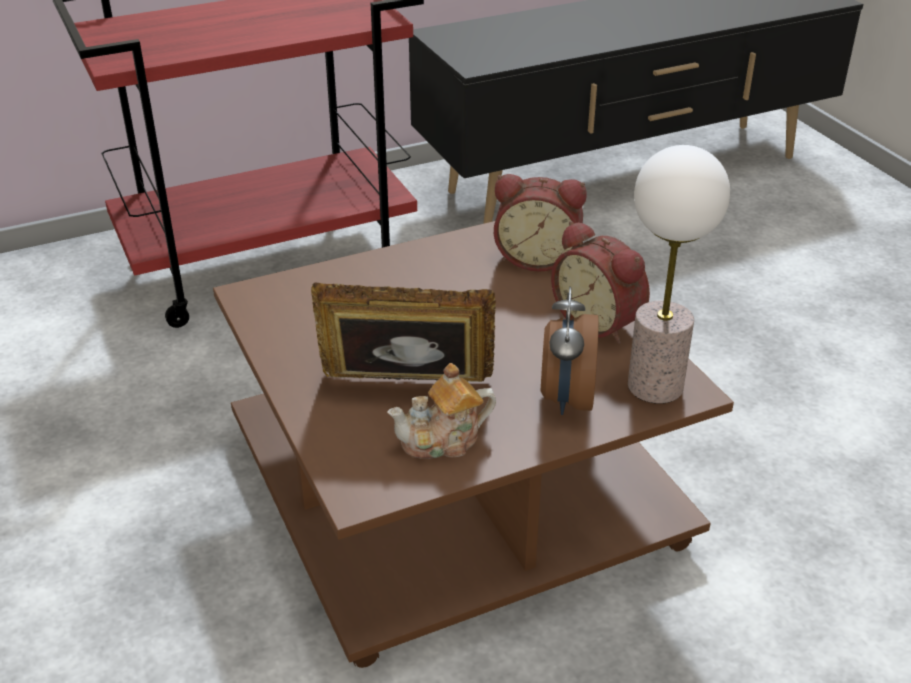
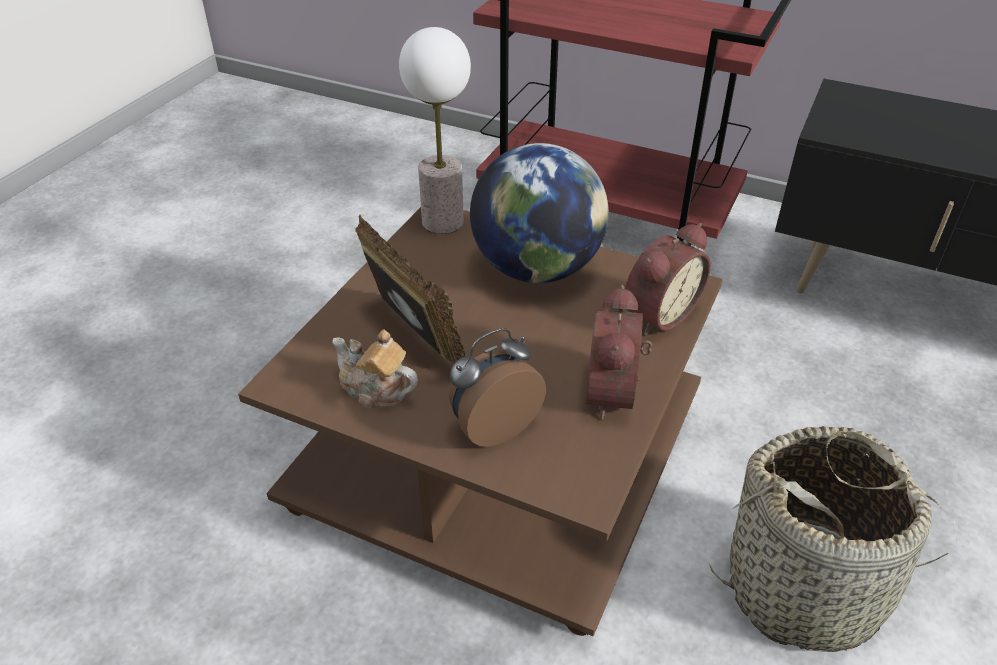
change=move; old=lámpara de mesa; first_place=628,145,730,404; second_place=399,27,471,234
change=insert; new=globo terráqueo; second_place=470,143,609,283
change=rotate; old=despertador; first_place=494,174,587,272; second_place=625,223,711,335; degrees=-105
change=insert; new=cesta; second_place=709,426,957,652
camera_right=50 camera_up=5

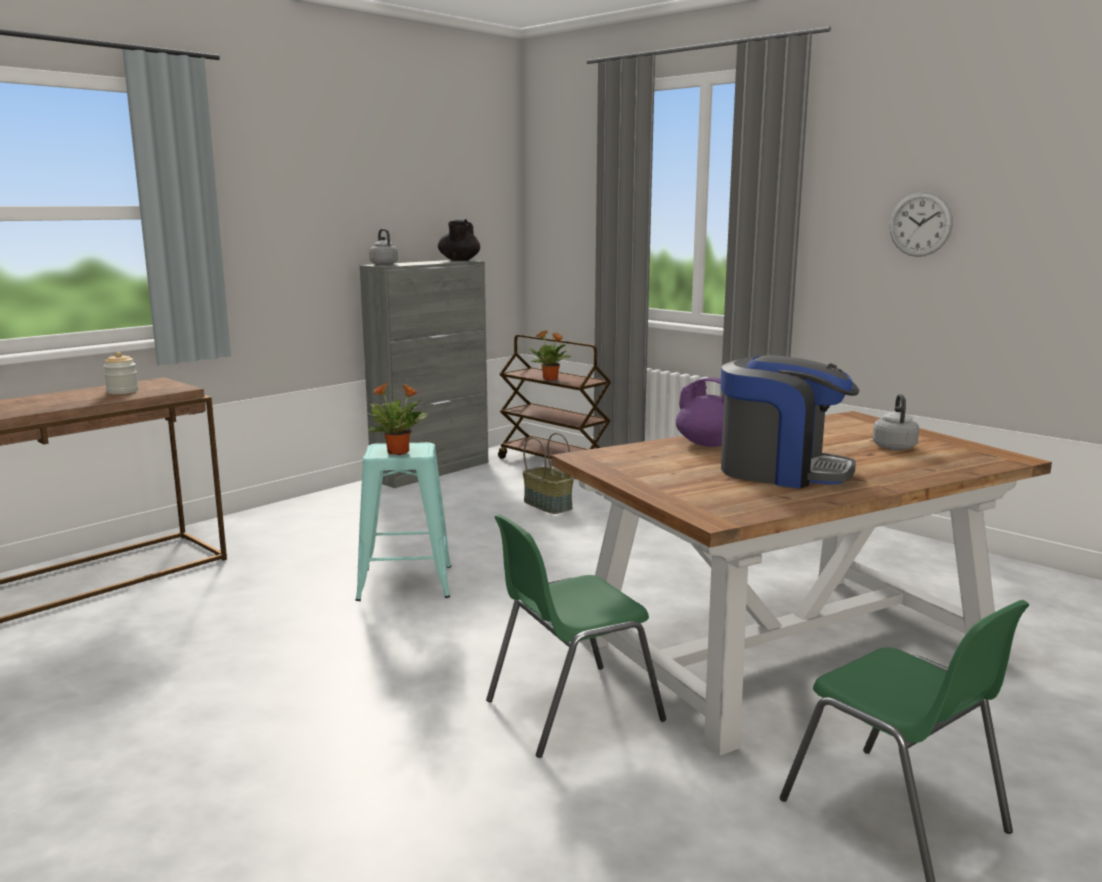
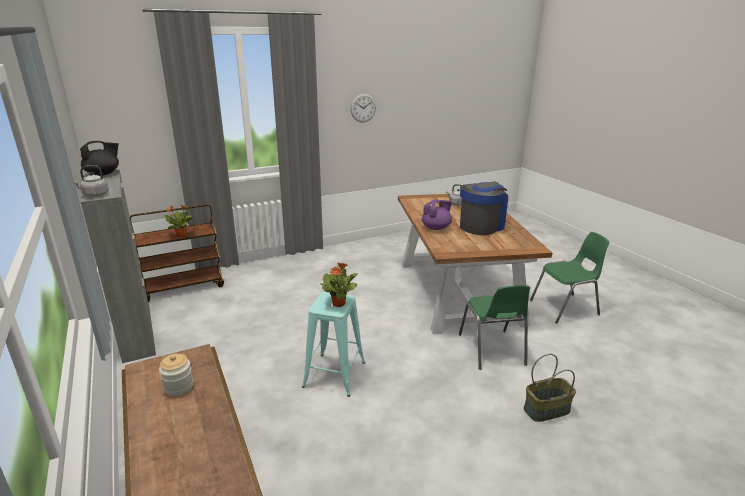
change=rotate; old=tetera/negro; first_place=438,218,480,261; second_place=80,141,119,176; degrees=-60
change=move; old=cesta; first_place=523,433,574,514; second_place=524,354,576,422
camera_right=-70 camera_up=10

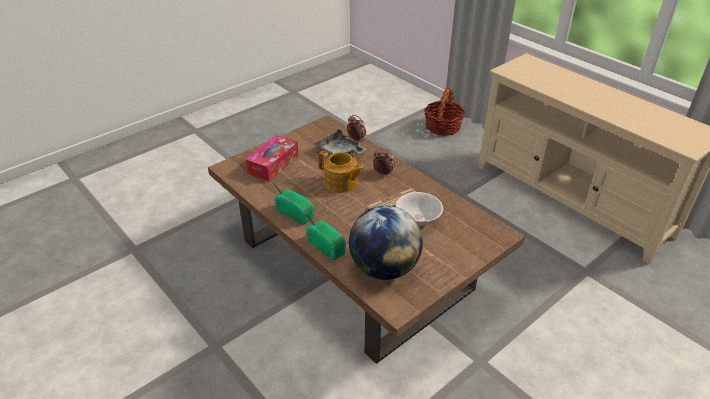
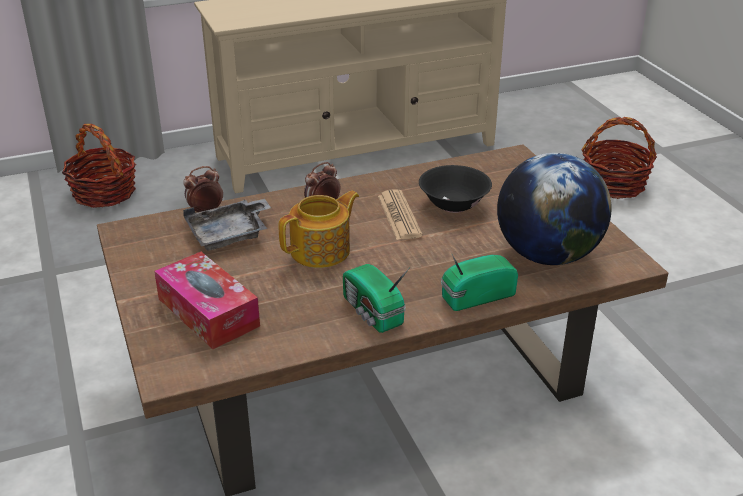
change=rotate; old=radio; first_place=269,177,314,225; second_place=343,264,410,333; degrees=-90
change=recolor; old=cuenco/blanco; new=cuenco/negro; first_place=396,192,443,226; second_place=419,165,492,213
change=insert; new=cesta; second_place=582,117,657,199
camera_right=-70 camera_up=-5

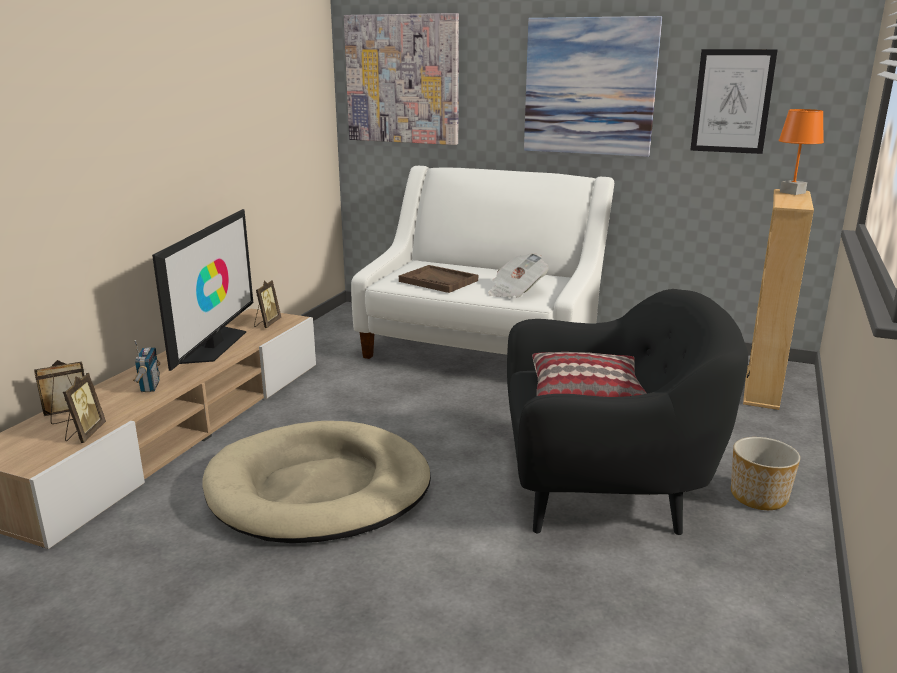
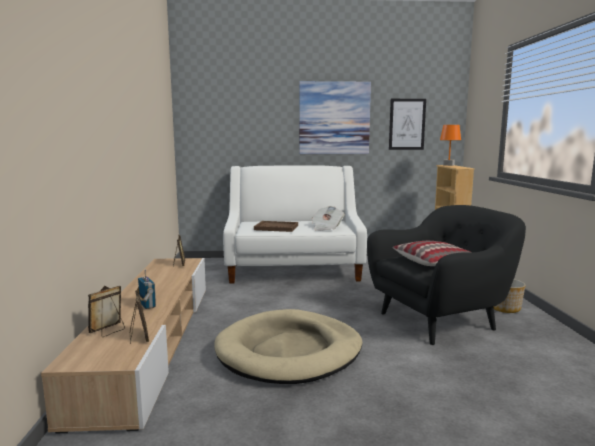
change=delete; old=televisor; first_place=152,209,253,371
change=delete; old=cuadro; first_place=344,13,459,145
camera_right=-25 camera_up=-10

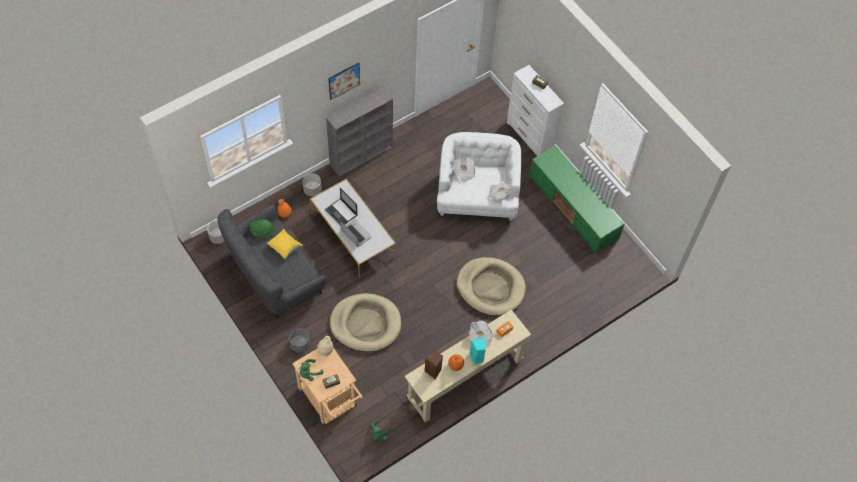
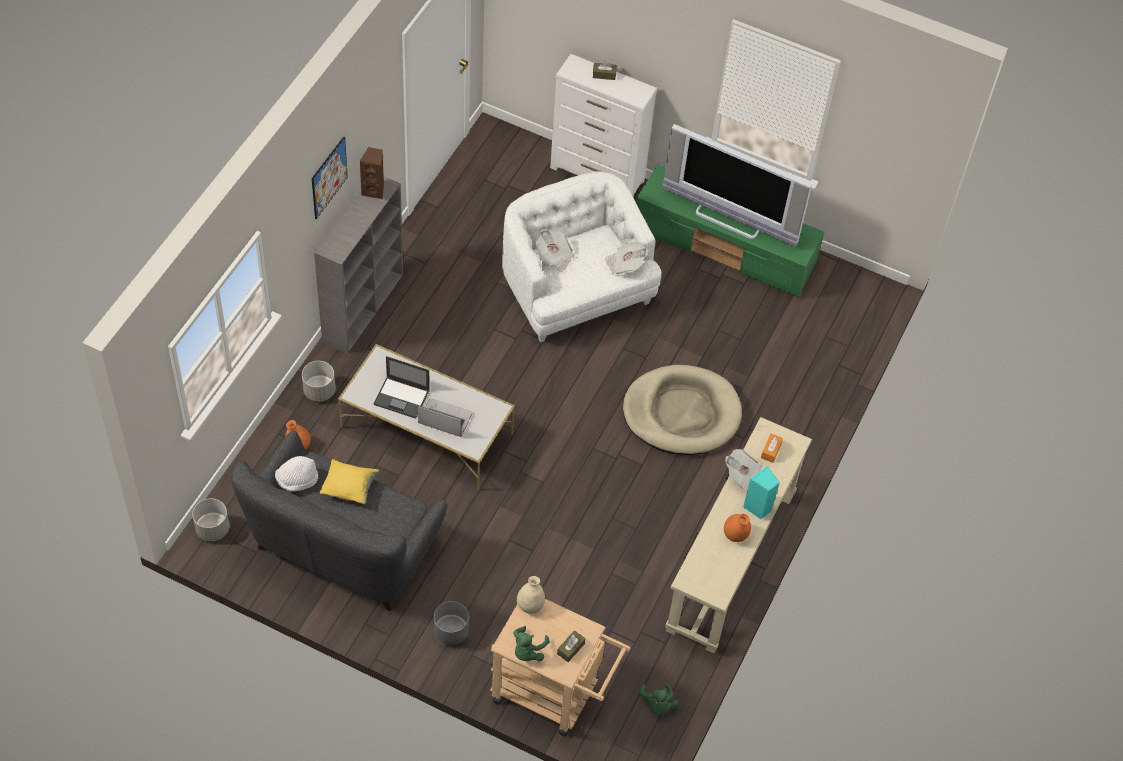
change=recolor; old=sombrero/verde; new=sombrero/blanco; first_place=250,219,275,238; second_place=275,456,318,492
change=move; old=altavoz/marrón; first_place=425,351,443,379; second_place=360,147,384,199
change=insert; new=televisor; second_place=662,124,812,246
change=delete; old=cama para perro/beis; first_place=330,293,401,352
camera_right=-30 camera_up=-5

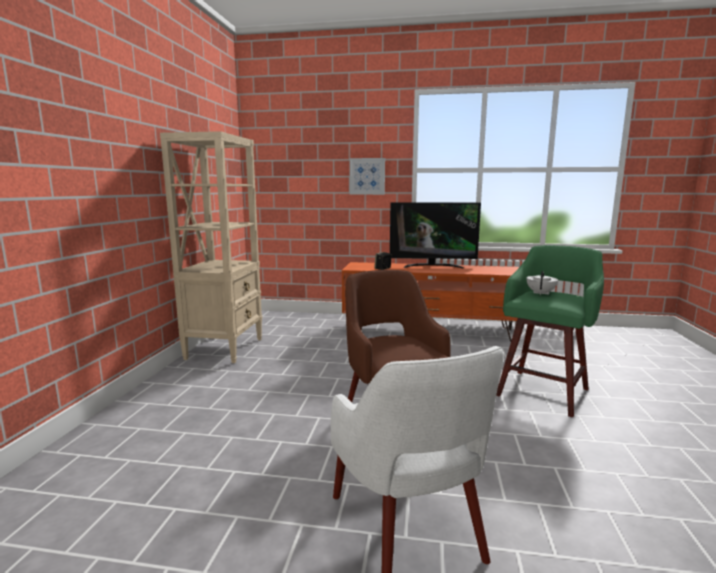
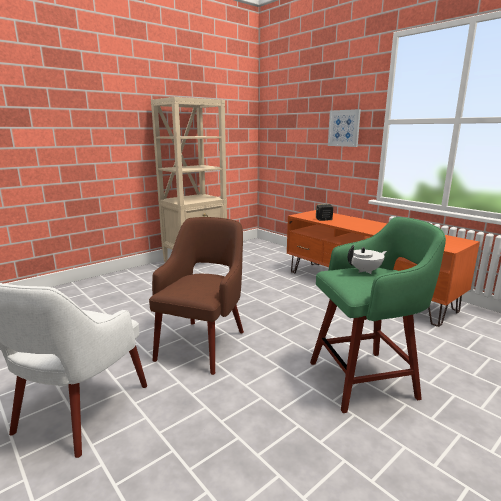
change=delete; old=televisor; first_place=390,202,481,268
camera_right=40 camera_up=5

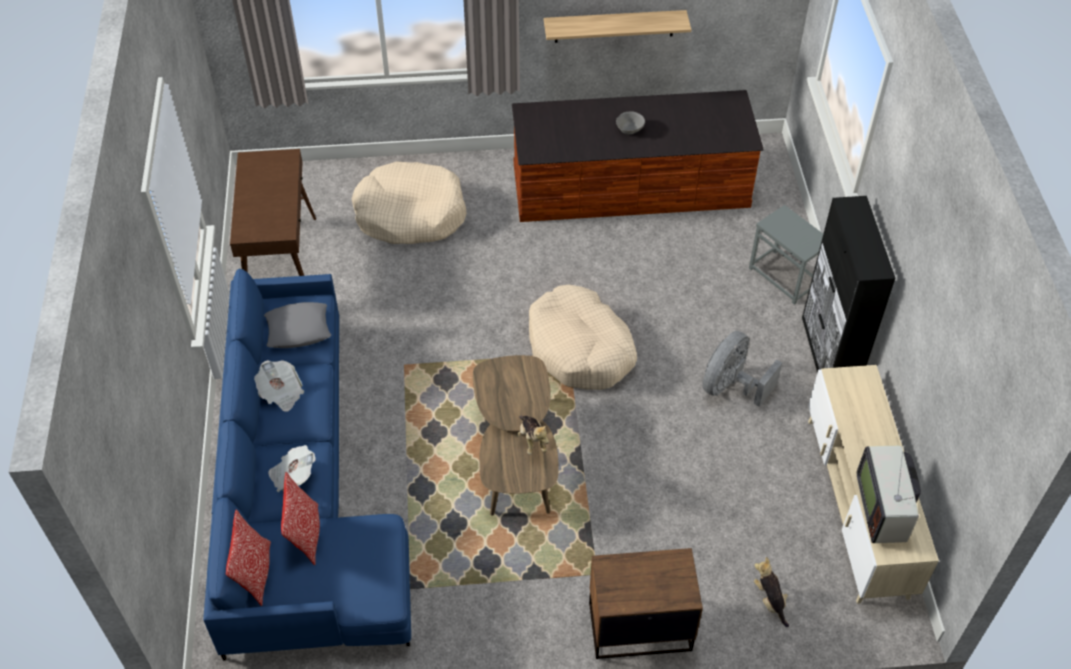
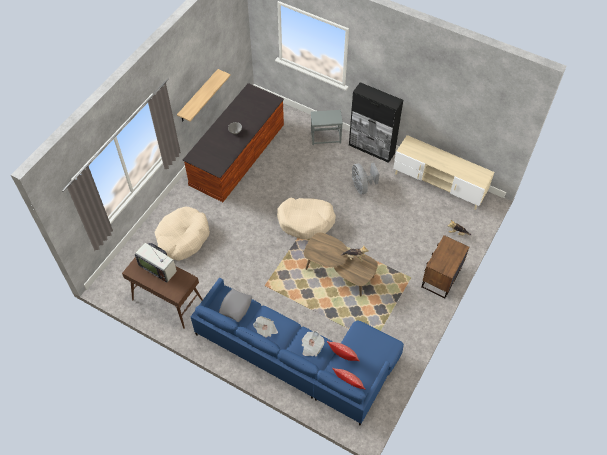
change=move; old=televisor; first_place=857,446,921,543; second_place=135,243,177,283
camera_right=-55 camera_up=5

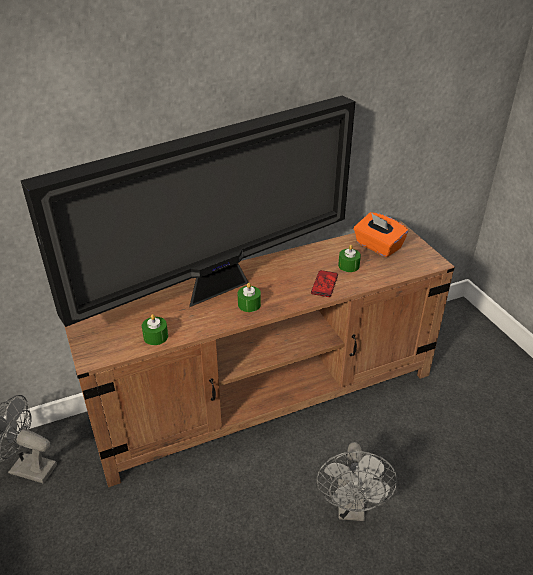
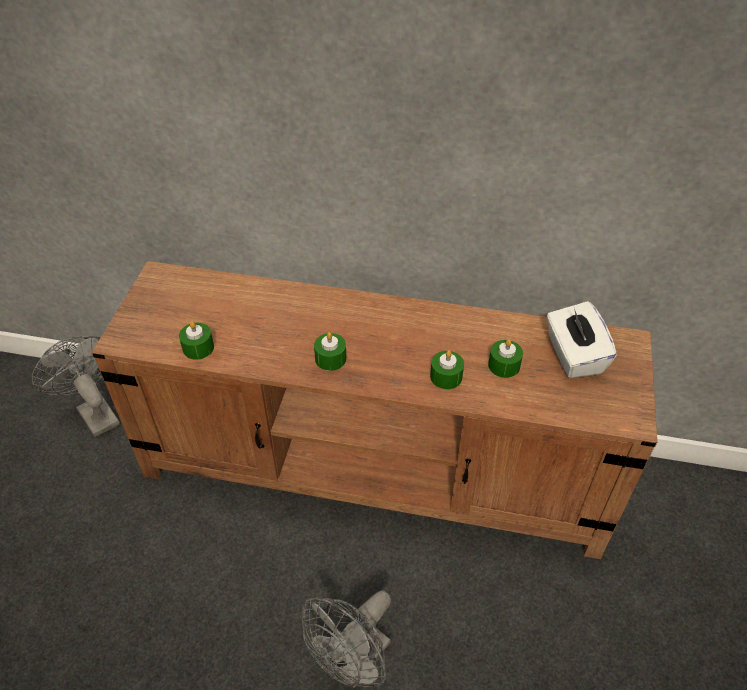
change=replace; old=móvil; new=vela/verde; first_place=311,270,338,297; second_place=430,351,464,389
change=recolor; old=caja de pañuelos/naranja; new=caja de pañuelos/blanco; first_place=354,212,408,257; second_place=547,301,617,378
change=delete; old=televisor; first_place=20,96,355,327
camera_right=35 camera_up=10

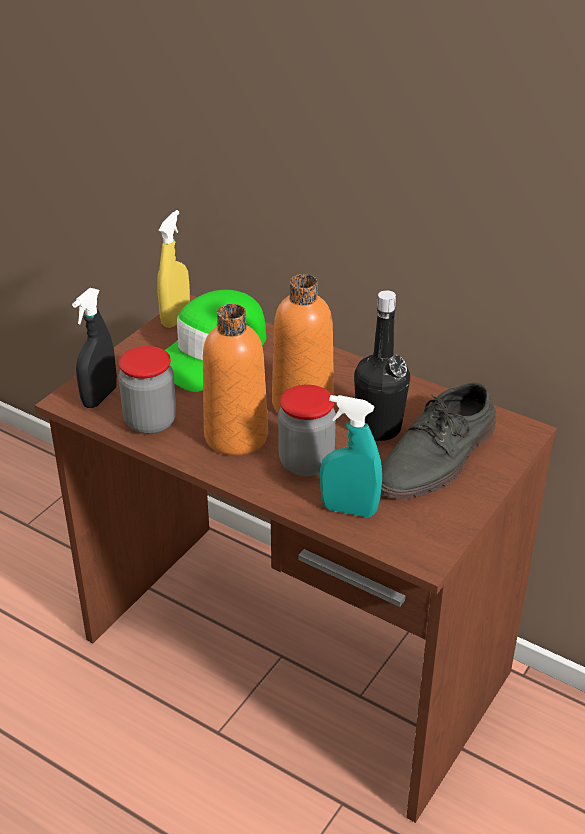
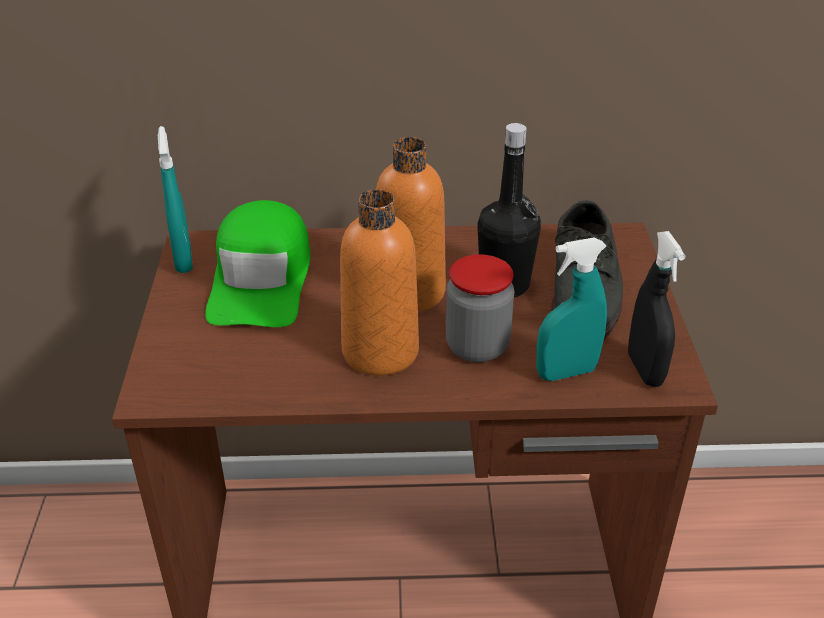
change=recolor; old=pulverizador/amarillo; new=pulverizador/turquesa; first_place=157,210,190,328; second_place=158,126,193,273
change=move; old=pulverizador/negro; first_place=72,288,117,408; second_place=628,231,685,387
change=delete; old=tarro; first_place=118,346,176,434
camera_right=-35 camera_up=0

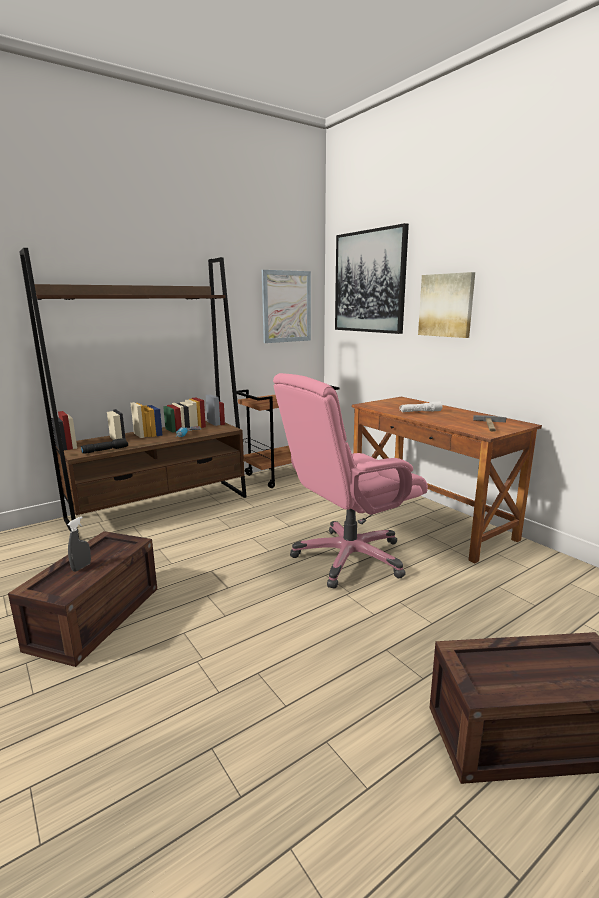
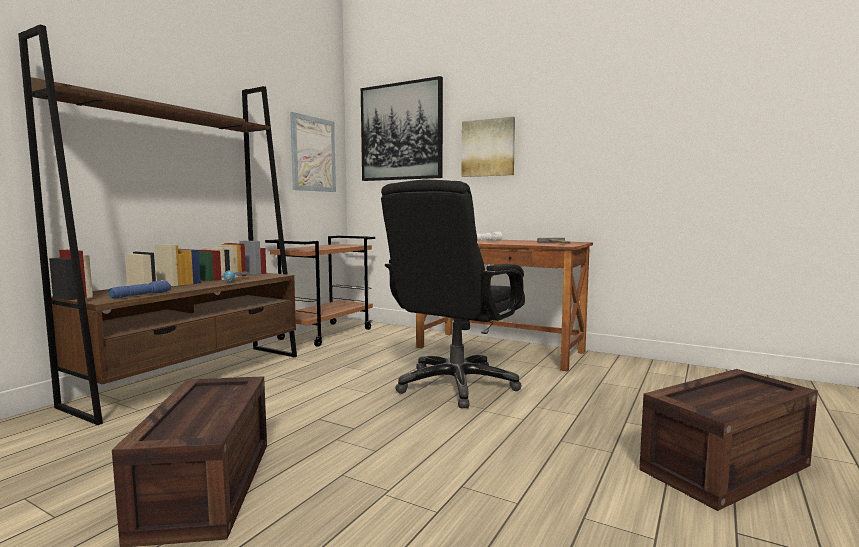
change=recolor; old=linterna/negro; new=linterna/azul; first_place=81,438,128,454; second_place=109,280,171,299
change=recolor; old=silla de oficina/rosa; new=silla de oficina/negro; first_place=273,373,428,589; second_place=381,180,525,408
change=delete; old=pulverizador/gris; first_place=67,516,91,572
camera_right=-25 camera_up=-10

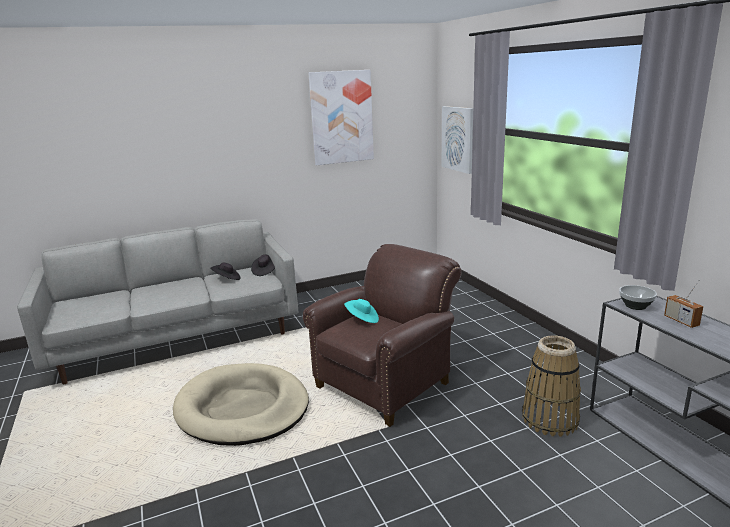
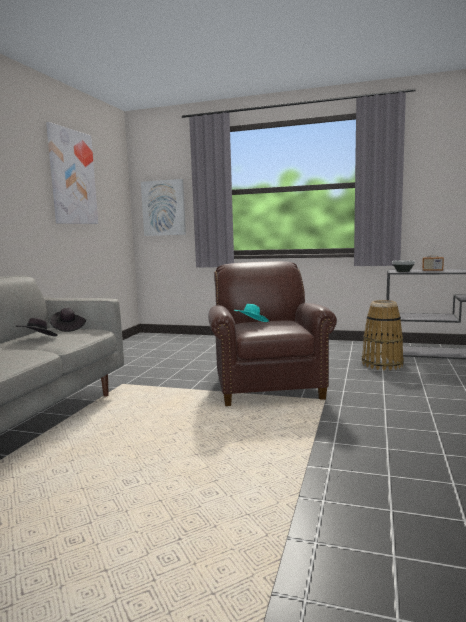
change=delete; old=cama para perro/beis; first_place=173,363,309,446
camera_right=-50 camera_up=-10

